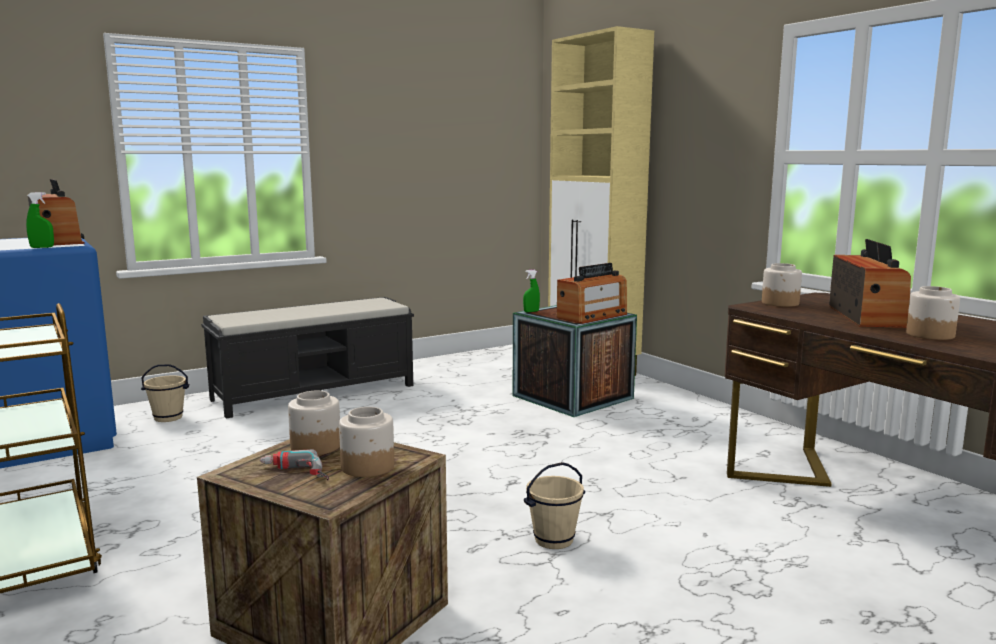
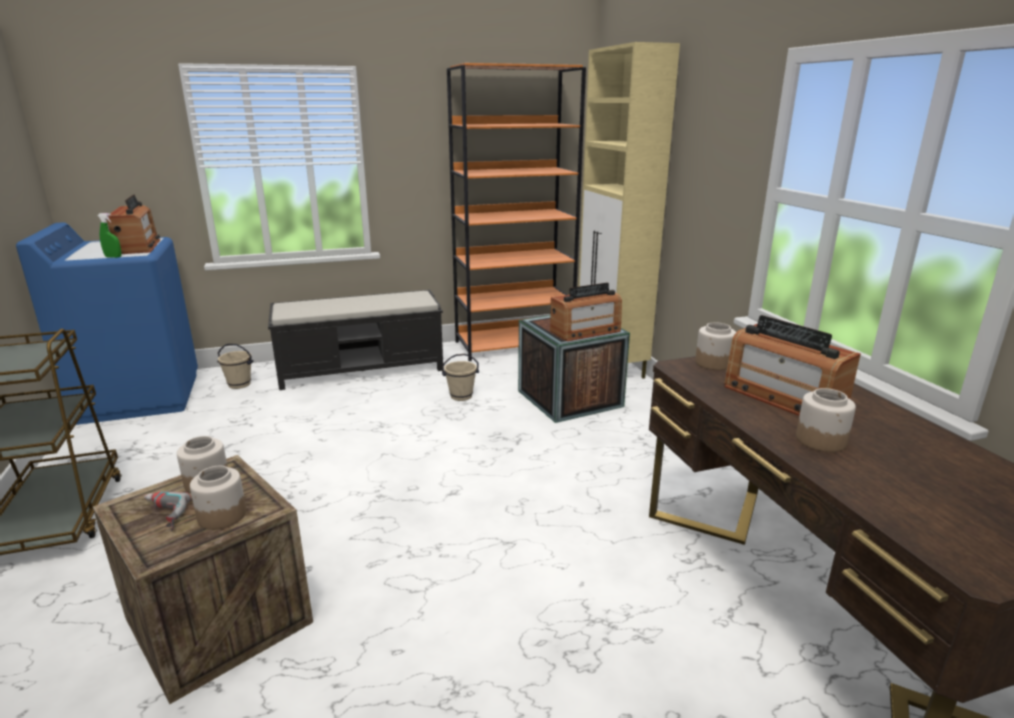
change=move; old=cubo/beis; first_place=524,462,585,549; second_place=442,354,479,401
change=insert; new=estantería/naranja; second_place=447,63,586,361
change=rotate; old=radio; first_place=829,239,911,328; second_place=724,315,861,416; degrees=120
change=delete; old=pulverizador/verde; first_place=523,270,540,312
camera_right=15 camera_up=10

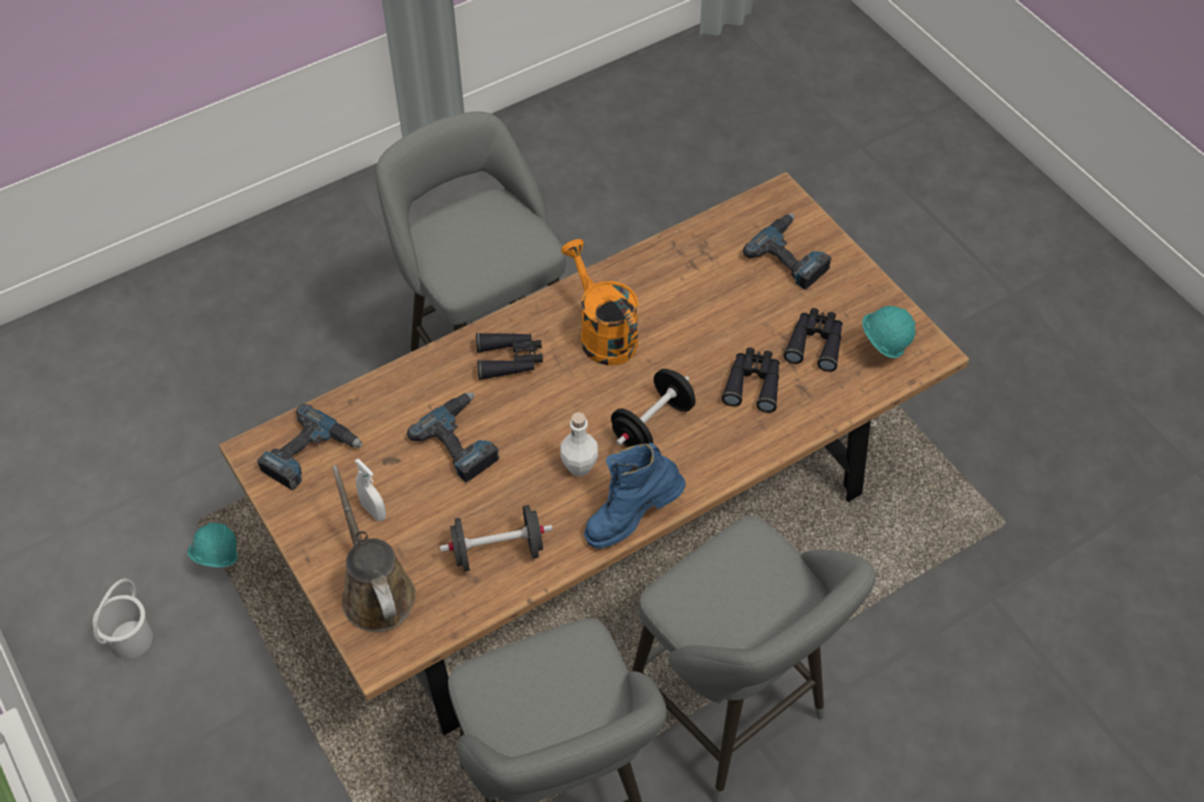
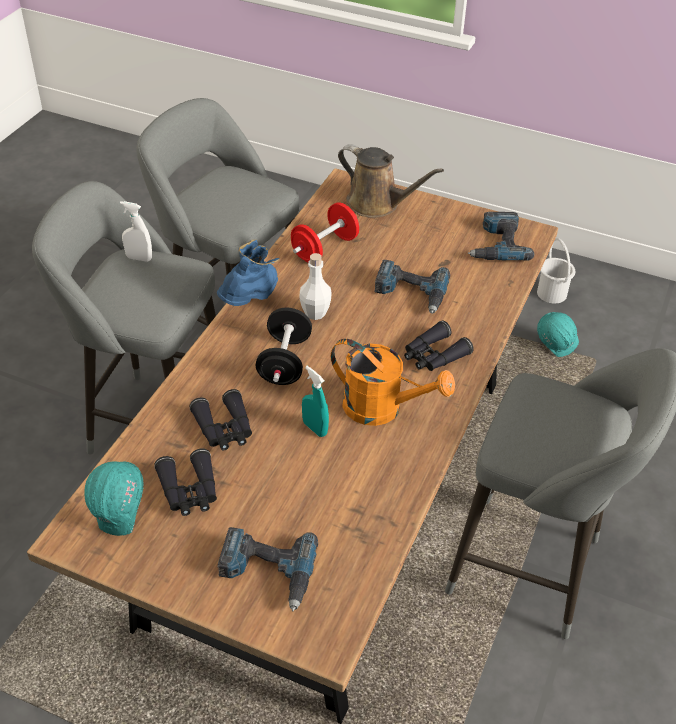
change=move; old=pulverizador/blanco; first_place=355,459,386,521; second_place=120,201,152,262
change=recolor; old=mancuerna/negro; new=mancuerna/rojo; first_place=440,505,553,572; second_place=291,202,359,262
change=insert; new=pulverizador/turquesa; second_place=302,366,329,437
camera_right=145 camera_up=-10

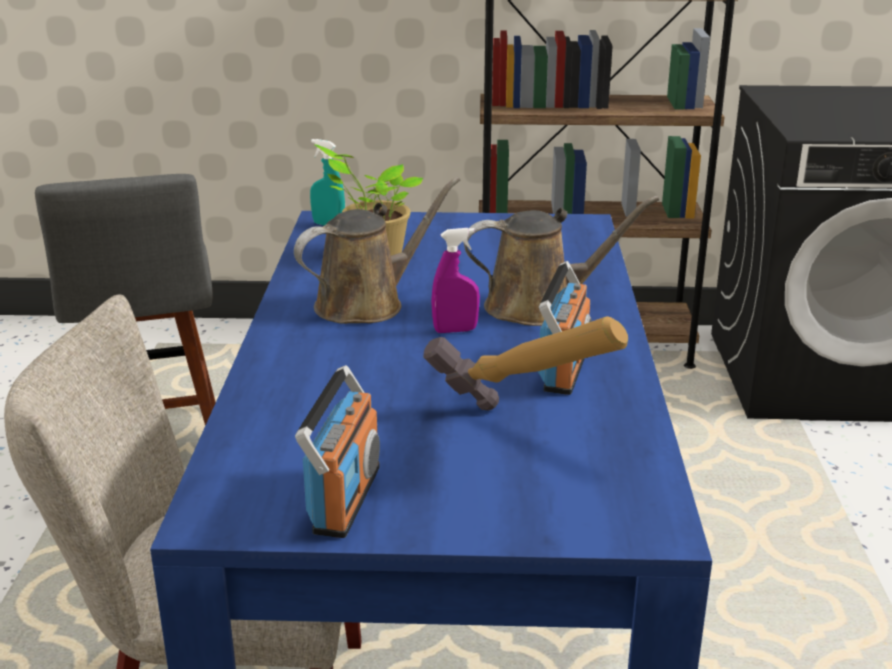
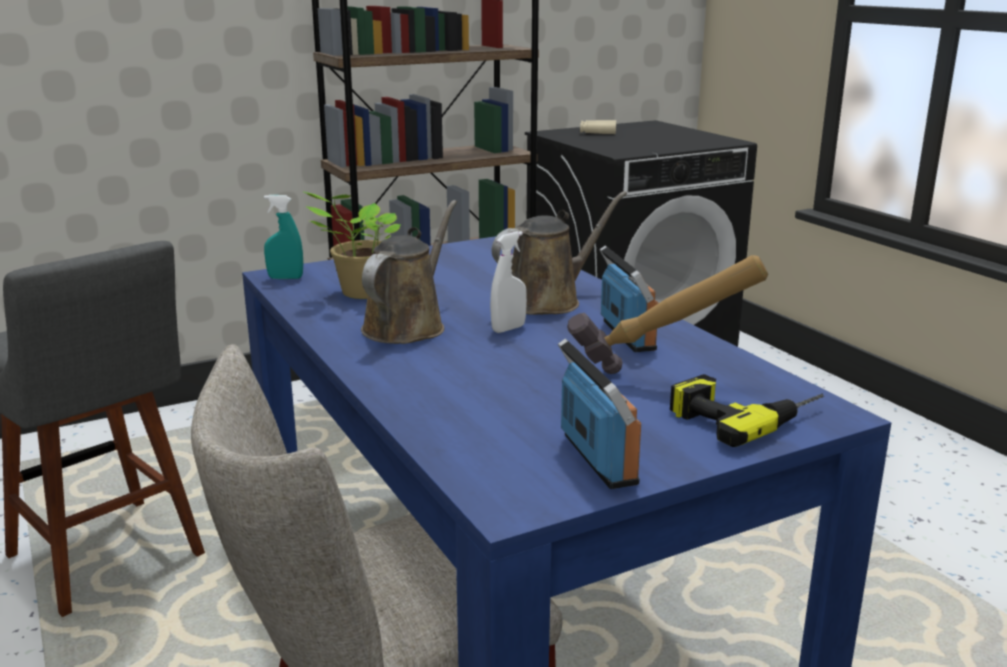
change=recolor; old=pulverizador/morado; new=pulverizador/blanco; first_place=431,228,480,333; second_place=490,231,527,333
change=insert; new=prismáticos/beis; second_place=580,120,616,134
change=insert; new=taladro; second_place=670,374,824,447
camera_right=-30 camera_up=-5

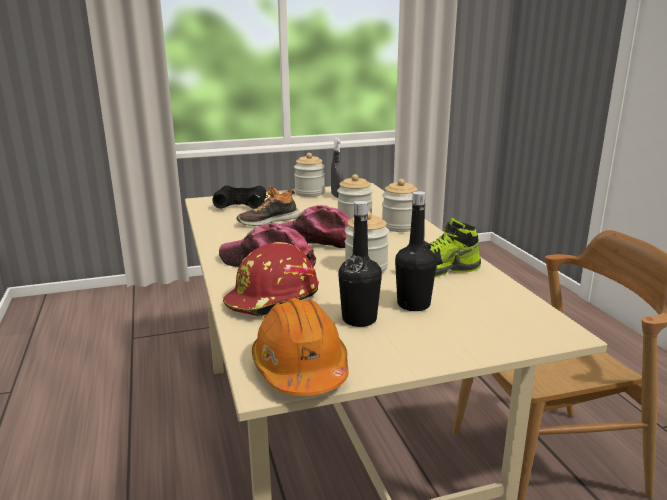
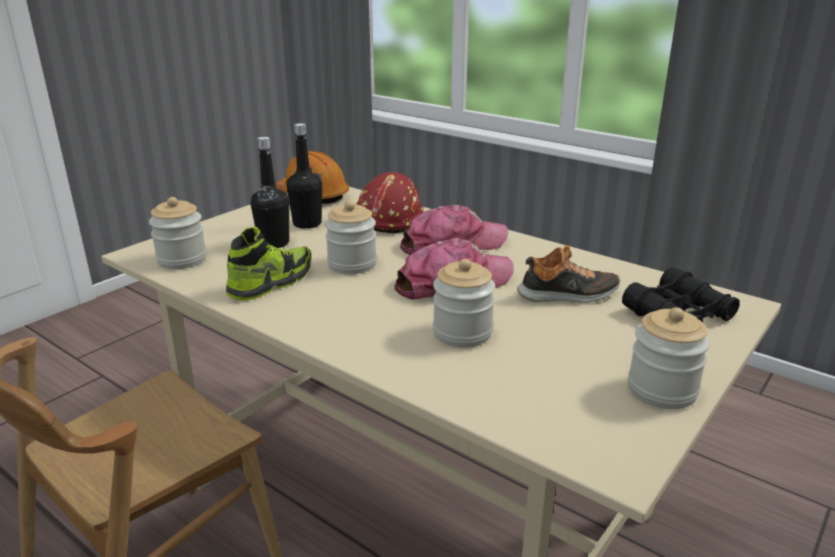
change=move; old=tarro; first_place=382,179,417,232; second_place=149,197,207,269
change=rotate; old=zapato; first_place=237,186,300,226; second_place=517,245,620,303; degrees=60
change=delete; old=pulverizador/gris; first_place=331,138,344,198
camera_right=145 camera_up=5

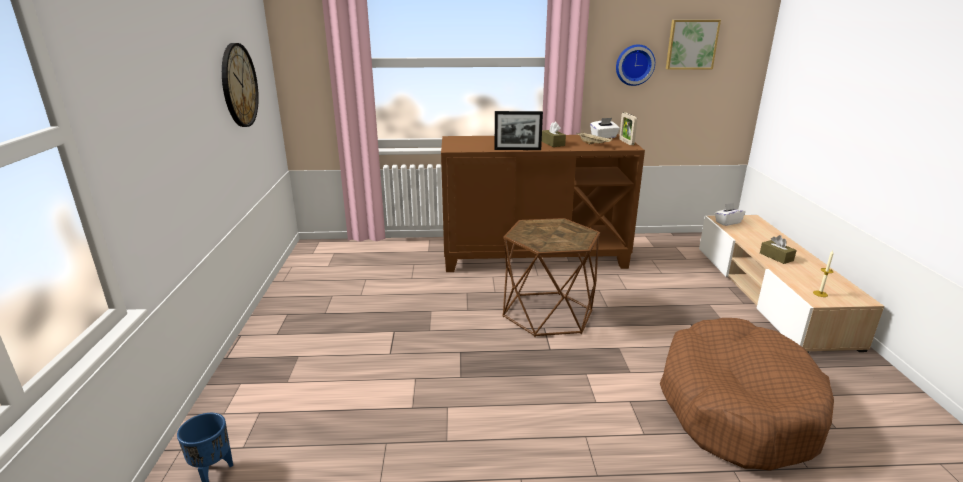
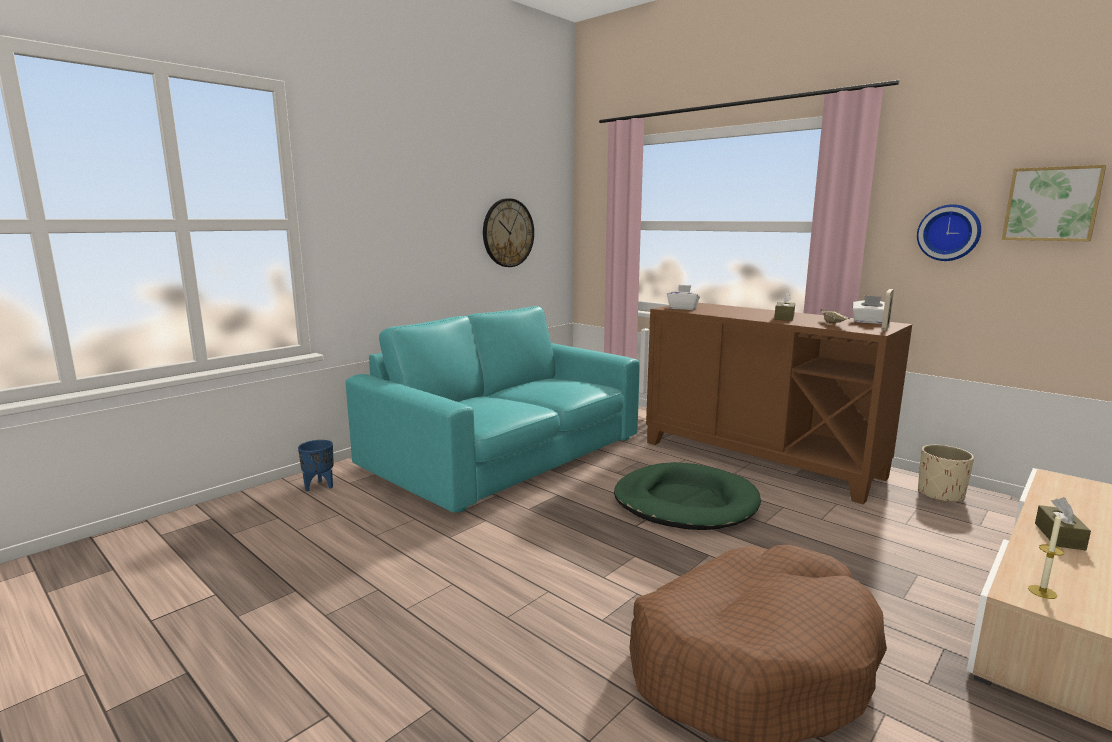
change=insert; new=sofá/turquesa; second_place=346,306,640,512
change=replace; old=mesa auxiliar/marrón; new=cama para perro/verde; first_place=502,218,600,337; second_place=614,462,761,530
change=move; old=caja de pañuelos/blanco; first_place=715,203,746,226; second_place=667,285,700,310
change=insert; new=maceta/beis; second_place=918,445,974,503
change=delete; old=portarretratos; first_place=494,111,543,150
camera_right=45 camera_up=-10

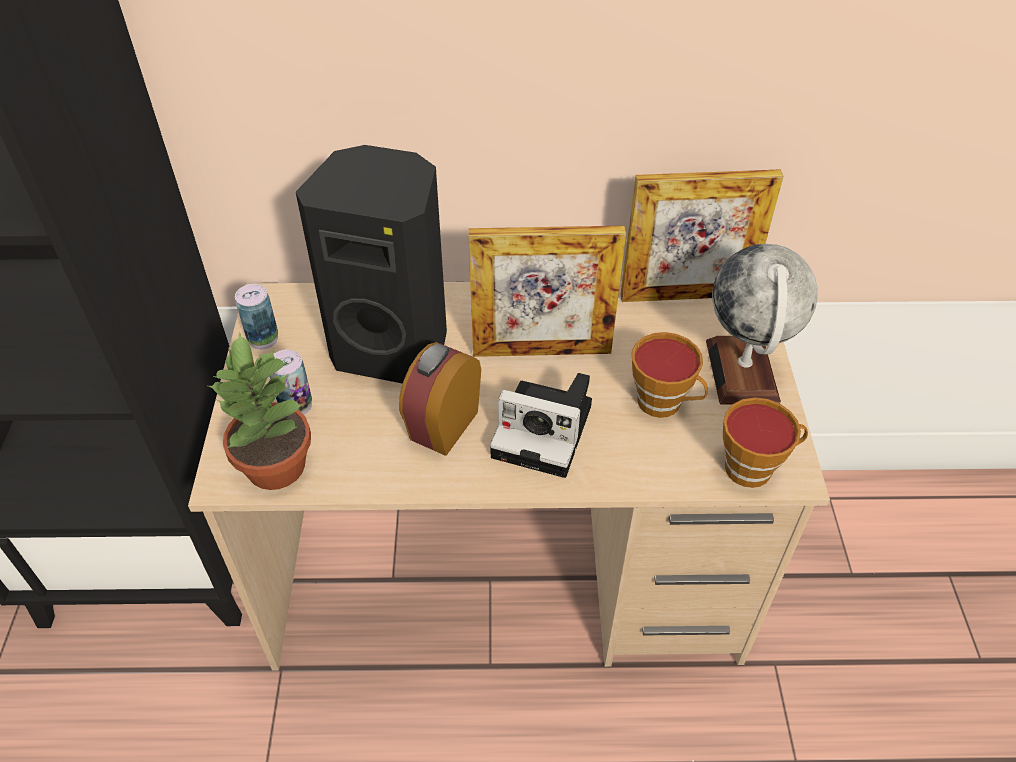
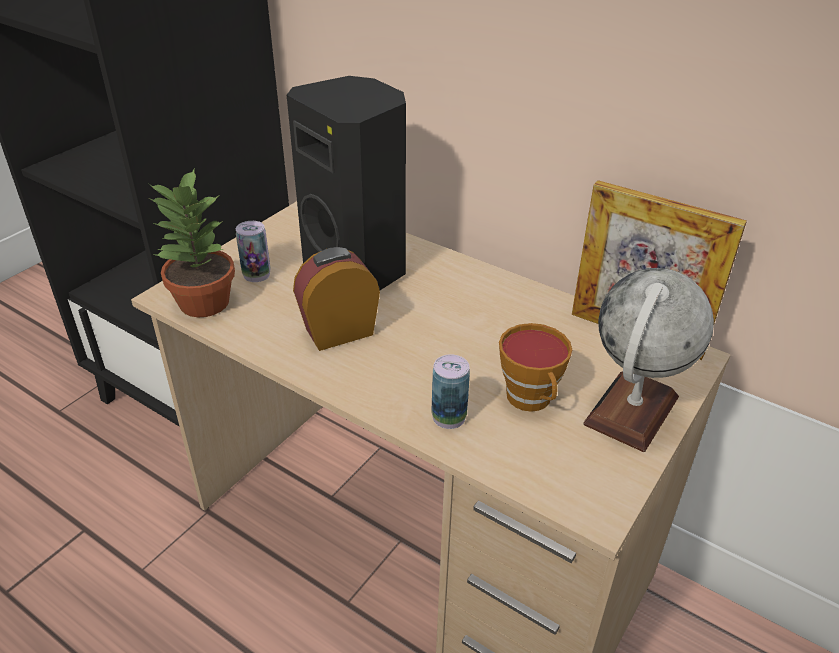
change=move; old=lata; first_place=235,284,278,350; second_place=431,354,470,429
change=delete; old=portarretratos; first_place=469,226,626,357
change=delete; old=cámara; first_place=490,373,592,478
change=delete; old=taza; first_place=723,397,808,488
camera_right=35 camera_up=-10

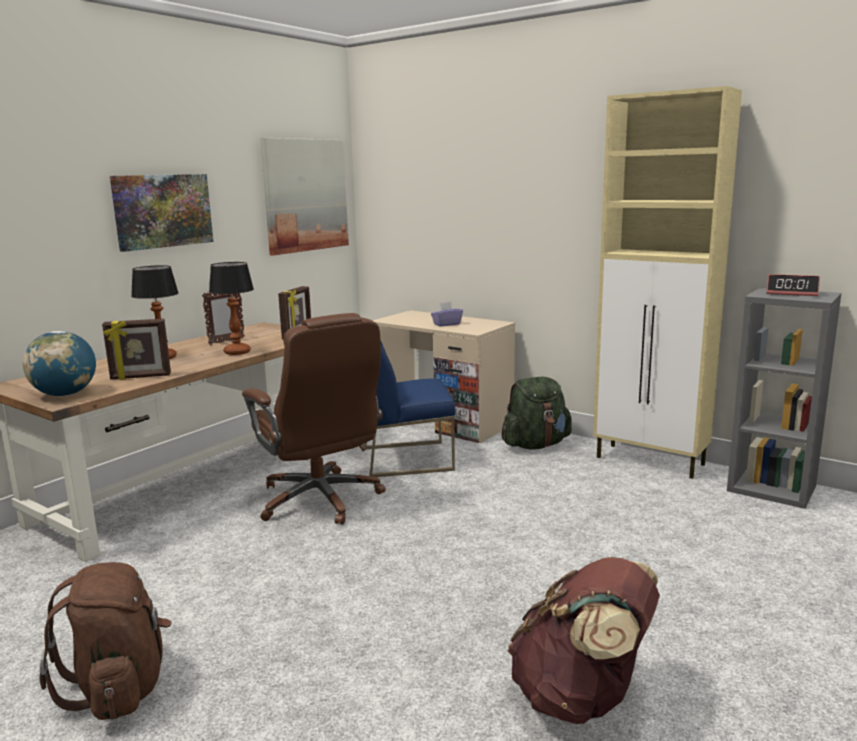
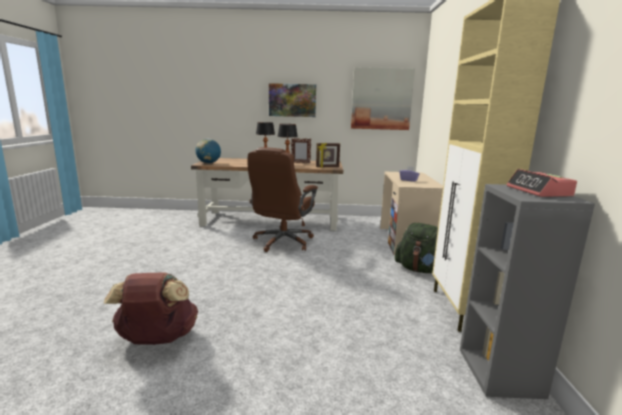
change=delete; old=mochila/marrón; first_place=40,562,172,720
change=delete; old=portarretratos; first_place=102,319,171,380
change=delete; old=silla/azul; first_place=364,342,455,477
camera_right=55 camera_up=0

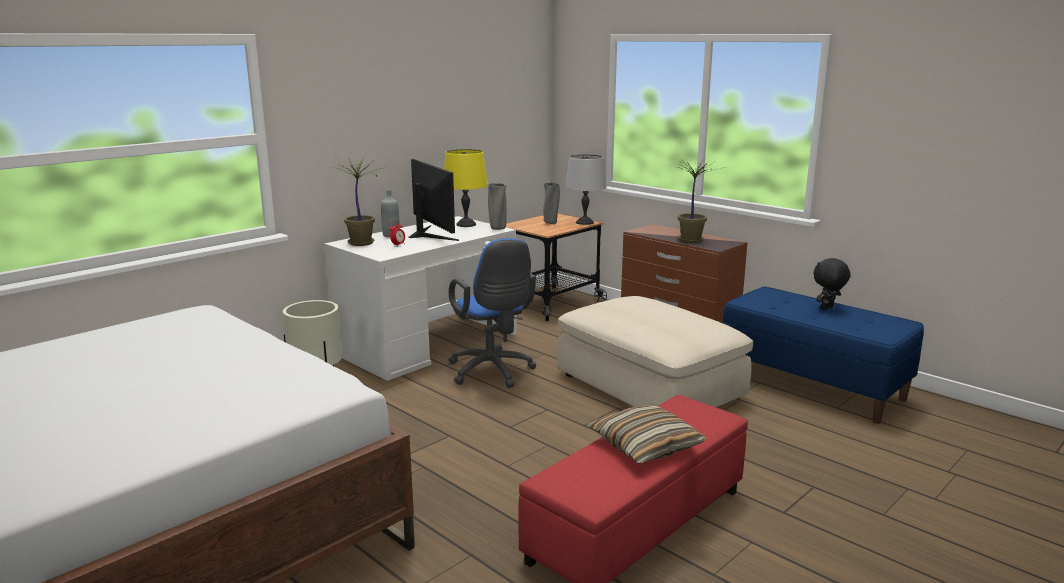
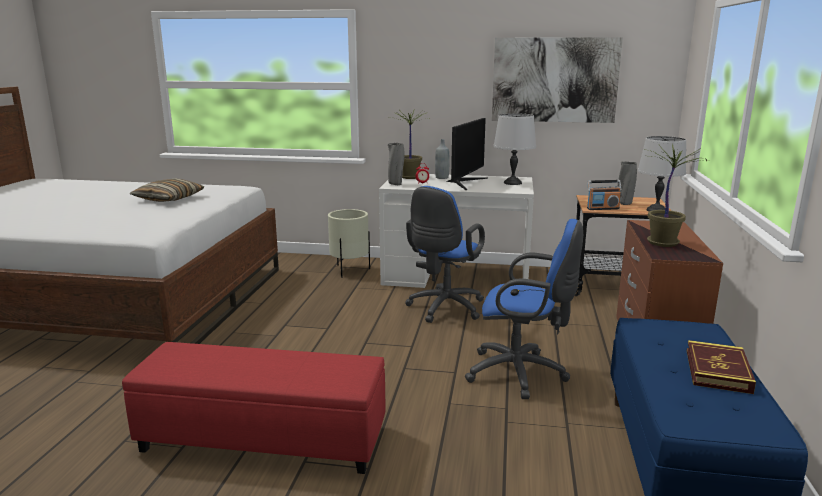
change=move; old=cojín; first_place=587,404,707,464; second_place=130,179,204,202
change=move; old=florero/gris; first_place=488,183,507,230; second_place=388,143,405,185
change=replace; old=puf/beis; new=silla de oficina/azul; first_place=557,296,753,407; second_place=465,219,583,399
change=insert; new=cuadro; second_place=492,37,623,123
change=recolor; old=lámpara de mesa/amarillo; new=lámpara de mesa/gris; first_place=444,149,488,227; second_place=494,113,536,185
change=insert; new=radio; second_place=587,180,622,210
change=replace; old=peluche/negro; new=libro; first_place=813,258,851,310; second_place=687,340,756,394
camera_right=55 camera_up=0

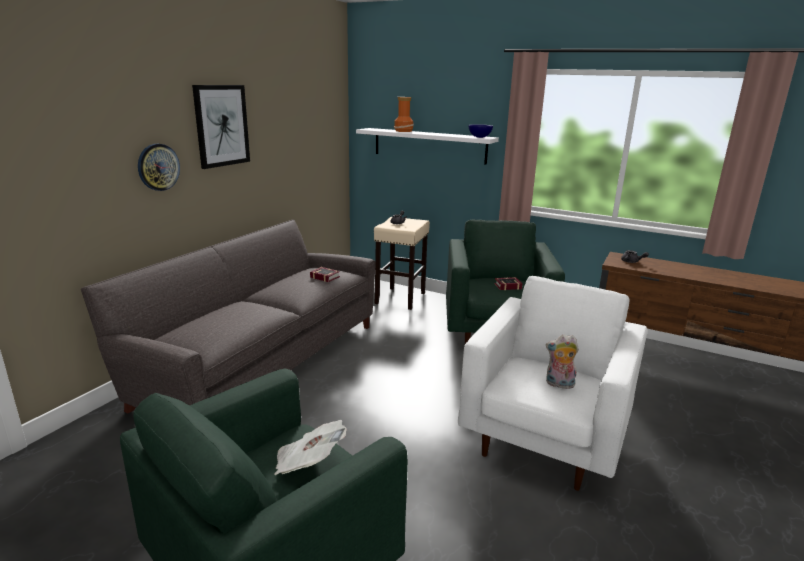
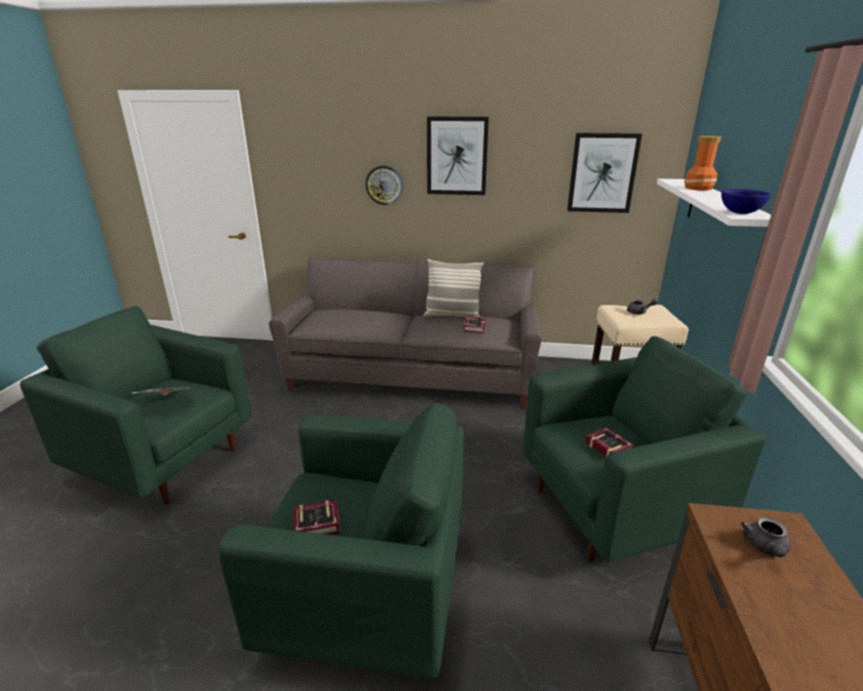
change=recolor; old=sillón/blanco; new=sillón/verde; first_place=458,276,648,491; second_place=219,403,464,678
change=replace; old=peluche; new=libro; first_place=546,335,579,389; second_place=293,500,340,535
change=insert; new=cojín; second_place=423,259,484,317
change=insert; new=cuadro; second_place=567,133,642,213
camera_right=70 camera_up=5

